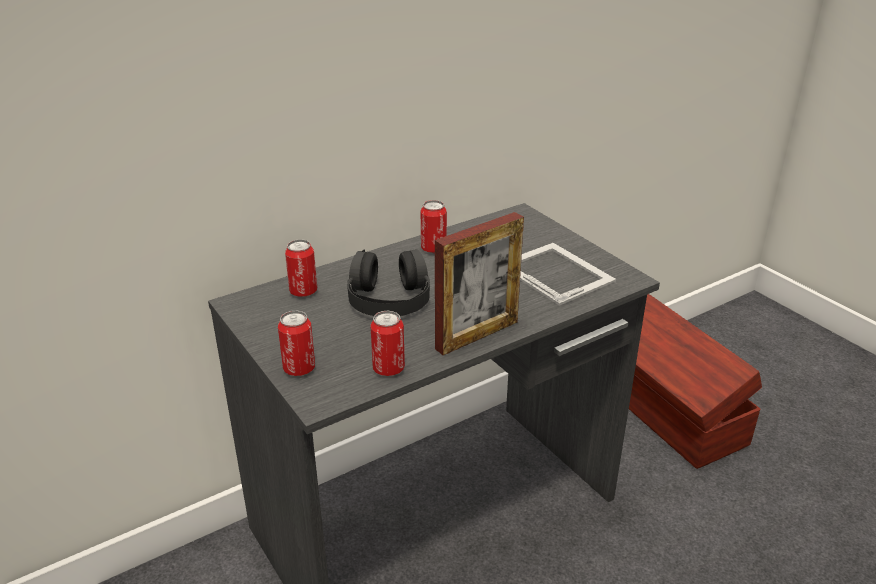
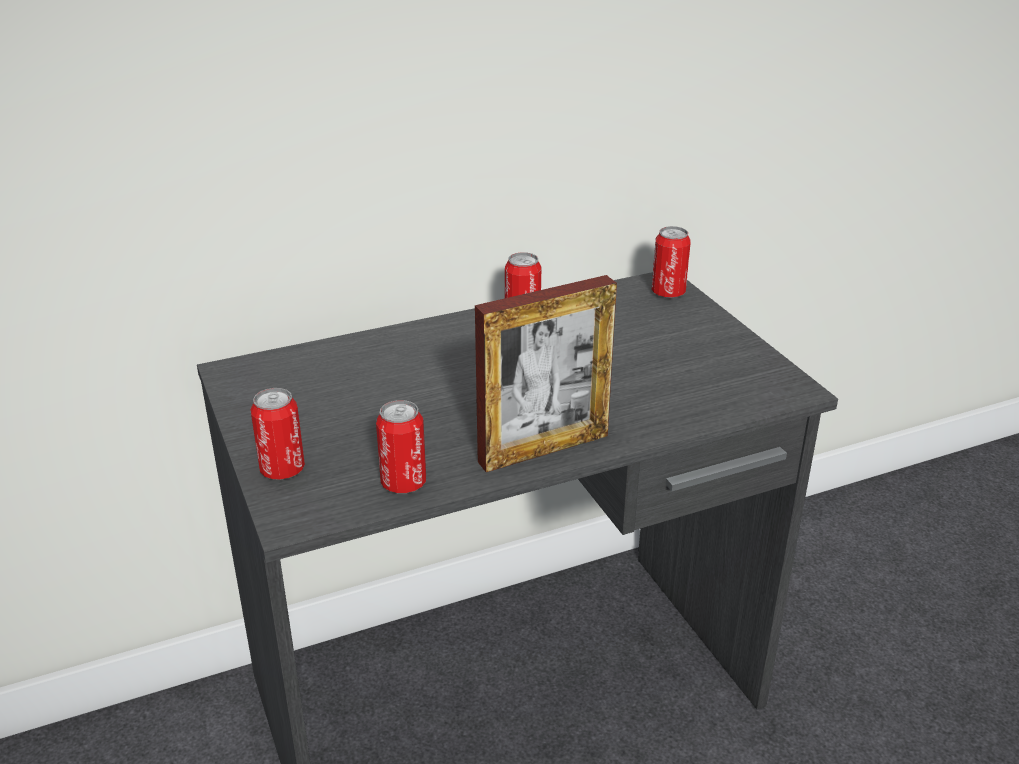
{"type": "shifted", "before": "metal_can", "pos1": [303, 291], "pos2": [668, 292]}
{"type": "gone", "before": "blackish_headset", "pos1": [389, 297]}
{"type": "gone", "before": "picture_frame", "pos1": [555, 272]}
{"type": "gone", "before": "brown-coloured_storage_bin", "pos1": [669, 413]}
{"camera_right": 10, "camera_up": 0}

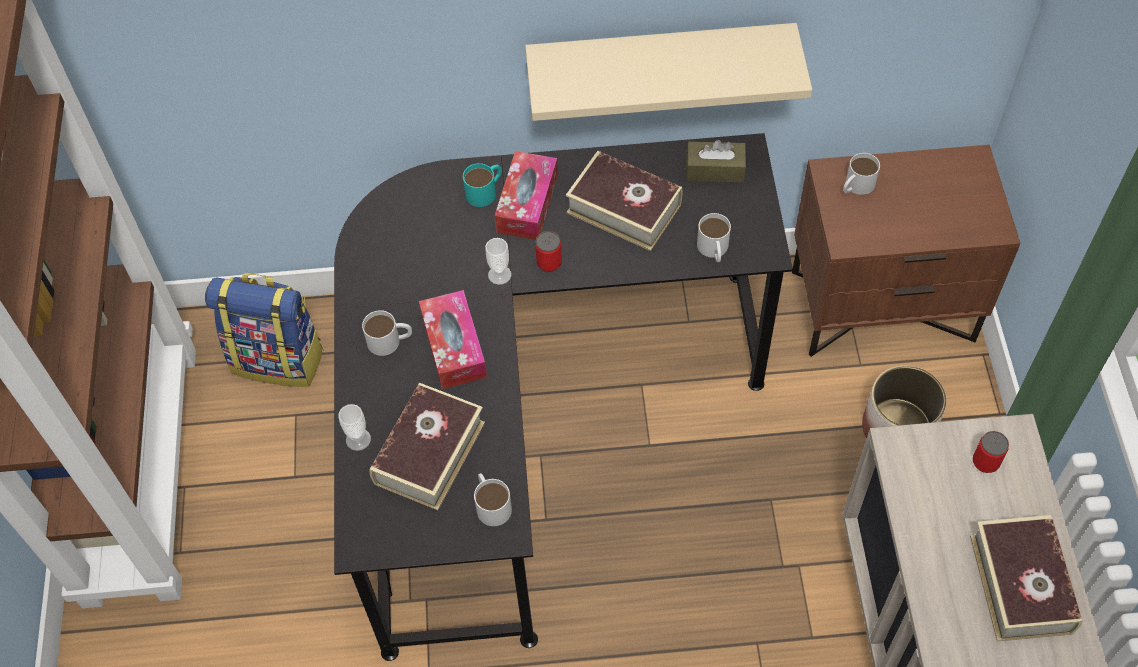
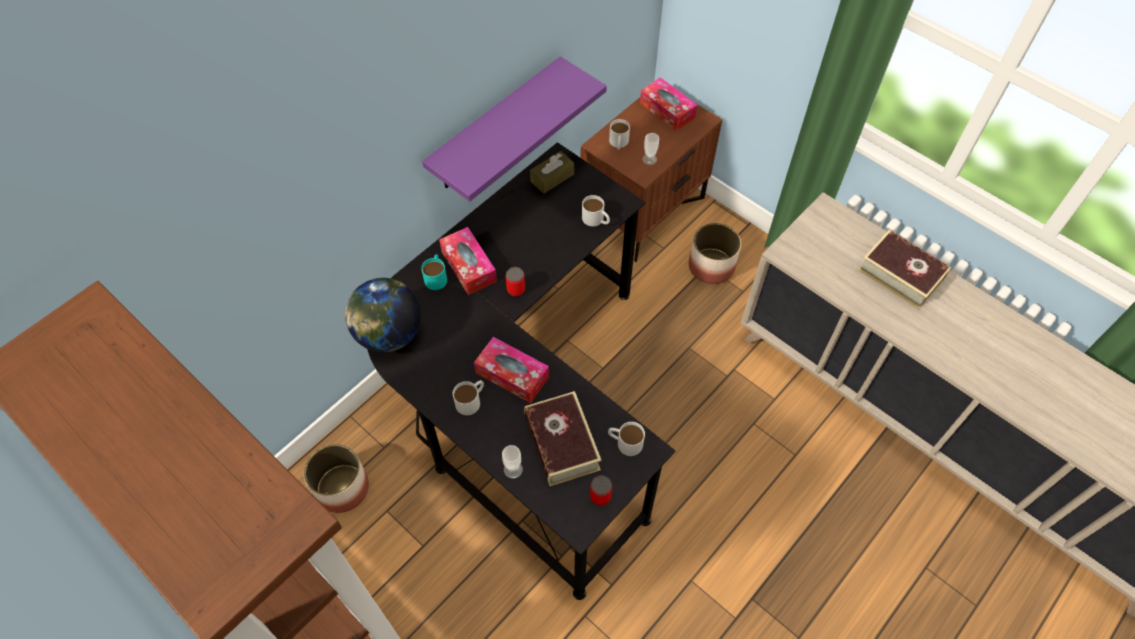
{"type": "swapped", "before": "rucksack", "after": "flower_pot", "pos1": [279, 359], "pos2": [342, 487]}
{"type": "shifted", "before": "cup", "pos1": [499, 275], "pos2": [649, 159]}
{"type": "repainted", "before": "beige_wall_shelf", "after": "purple-coloured_wall_shelf", "pos1": [660, 61], "pos2": [495, 126]}
{"type": "gone", "before": "bound_book", "pos1": [624, 208]}
{"type": "shifted", "before": "metal_can", "pos1": [985, 462], "pos2": [600, 496]}
{"type": "new", "after": "globe", "pos2": [389, 334]}
{"type": "new", "after": "tissue_holder", "pos2": [667, 110]}
{"camera_right": -45, "camera_up": 0}

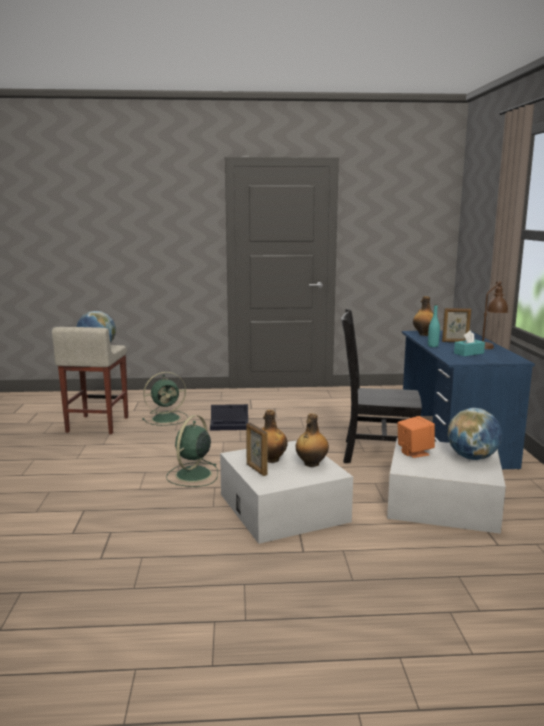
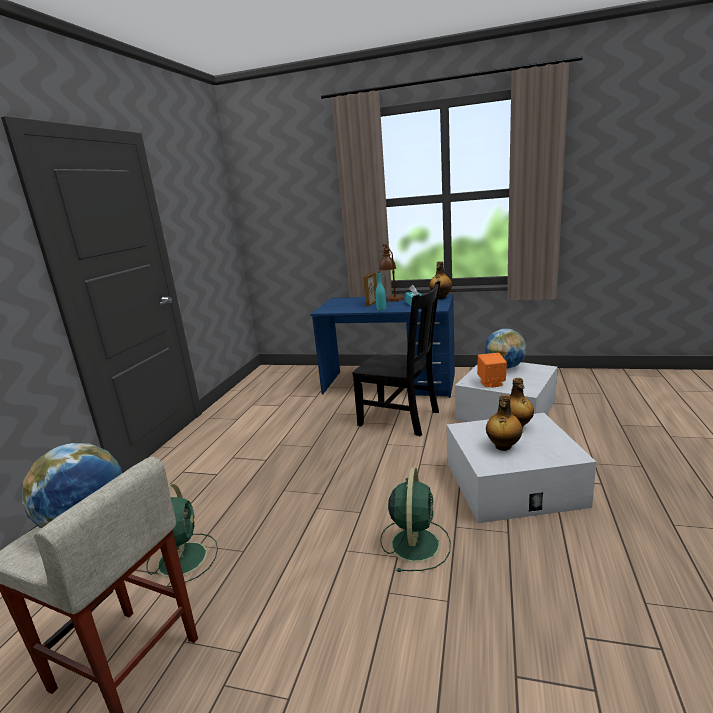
{"type": "rotated", "before": "greenish_electric_fan", "pos1": [192, 475], "pos2": [415, 543], "turn": -120}
{"type": "gone", "before": "blackish_storage_bin", "pos1": [230, 424]}
{"type": "gone", "before": "picture_frame", "pos1": [256, 470]}
{"type": "rotated", "before": "blackish_chair", "pos1": [376, 453], "pos2": [401, 419], "turn": -90}
{"type": "shifted", "before": "bottle", "pos1": [424, 334], "pos2": [440, 297]}
{"camera_right": -70, "camera_up": 5}

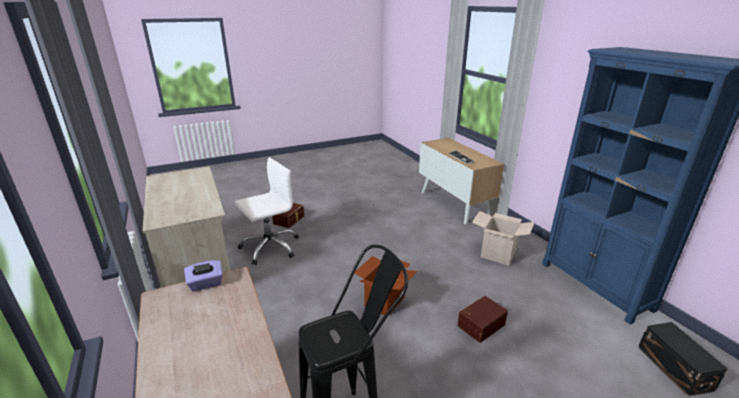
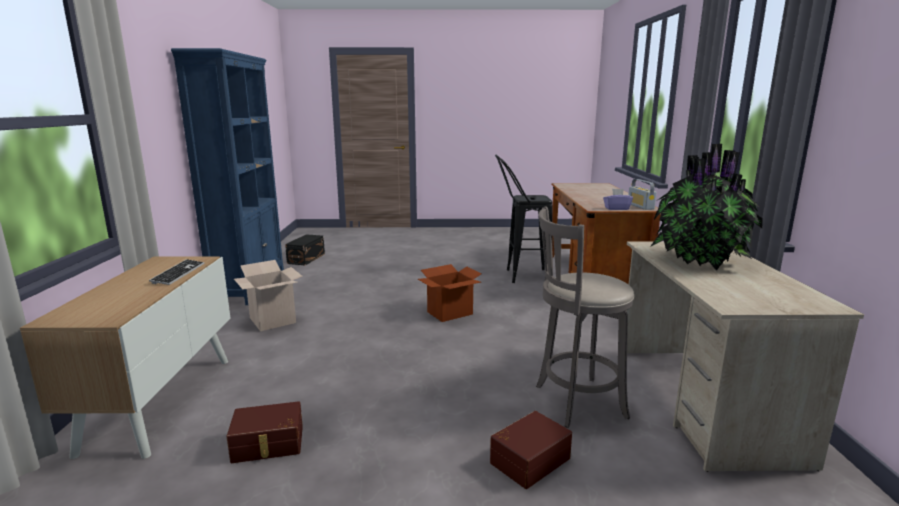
{"type": "swapped", "before": "white-coloured_office_chair", "after": "gray_stool_seat", "pos1": [270, 247], "pos2": [575, 402]}
{"type": "shifted", "before": "brown-coloured_storage_bin", "pos1": [480, 324], "pos2": [268, 444]}
{"type": "new", "after": "radio", "pos2": [640, 206]}
{"type": "new", "after": "plant_in_a_pot", "pos2": [700, 260]}
{"camera_right": -155, "camera_up": -10}

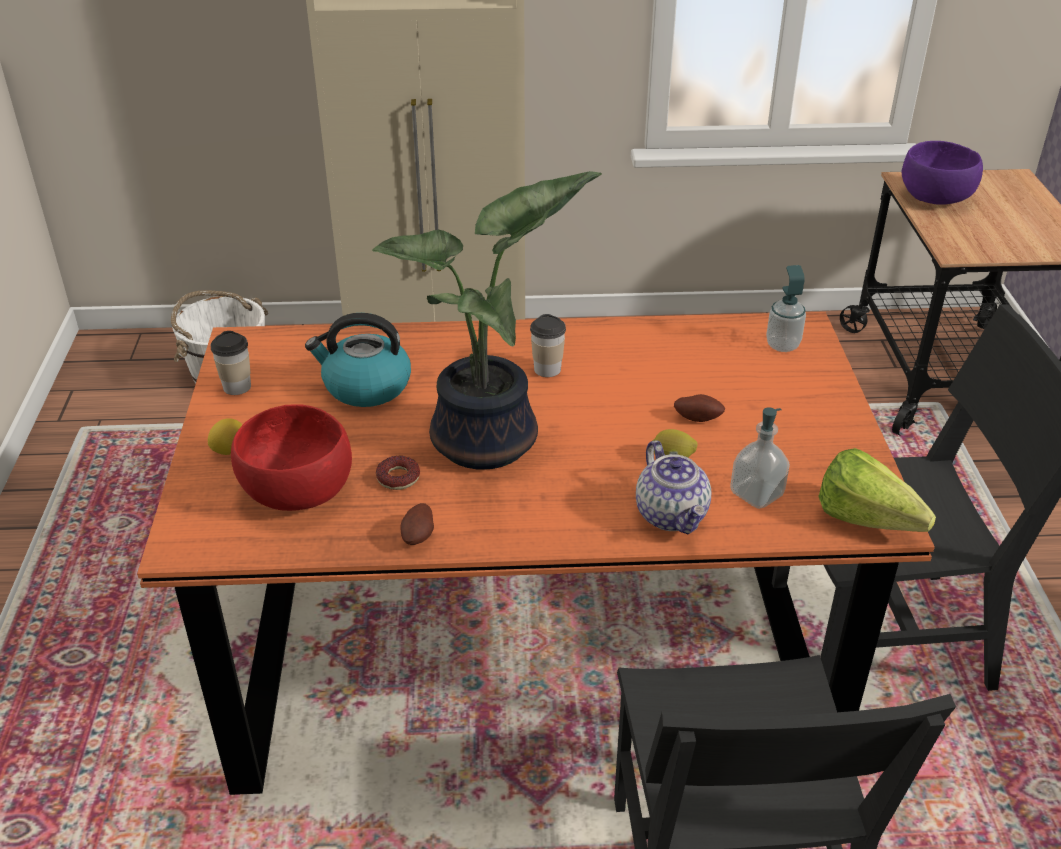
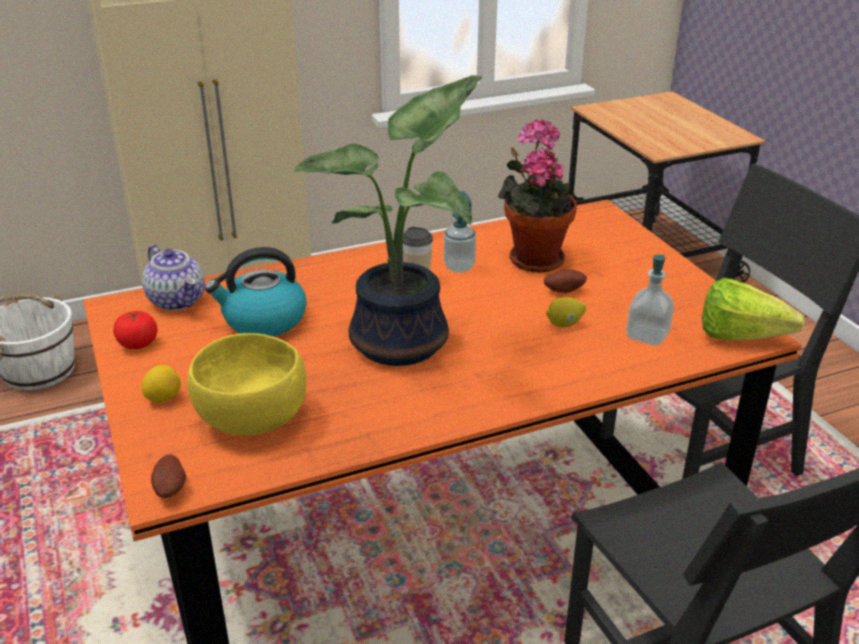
{"type": "swapped", "before": "cup", "after": "tomato", "pos1": [237, 387], "pos2": [138, 344]}
{"type": "repainted", "before": "reddish_bowl", "after": "yellow-coloured_bowl", "pos1": [298, 491], "pos2": [253, 418]}
{"type": "gone", "before": "donut", "pos1": [398, 478]}
{"type": "shifted", "before": "potato", "pos1": [419, 536], "pos2": [171, 488]}
{"type": "shifted", "before": "tea_pot", "pos1": [672, 515], "pos2": [178, 300]}
{"type": "shifted", "before": "soap_dispenser", "pos1": [782, 345], "pos2": [459, 267]}
{"type": "gone", "before": "purple-coloured_bowl", "pos1": [936, 198]}
{"type": "new", "after": "plant_in_a_pot", "pos2": [533, 258]}
{"camera_right": -20, "camera_up": -5}

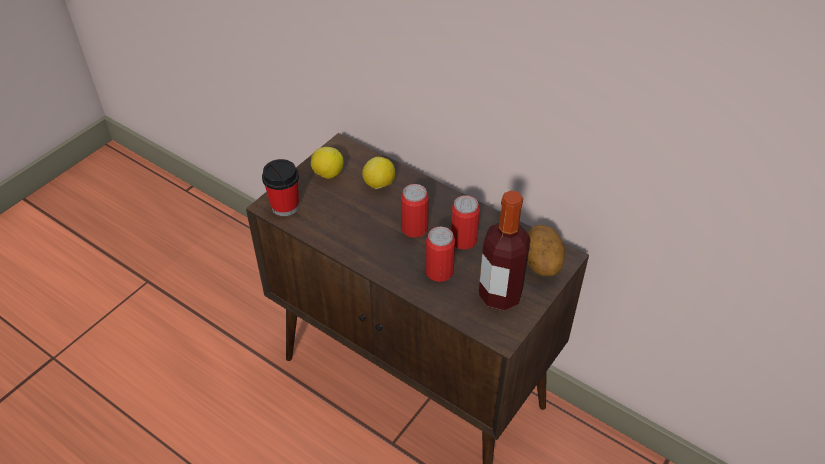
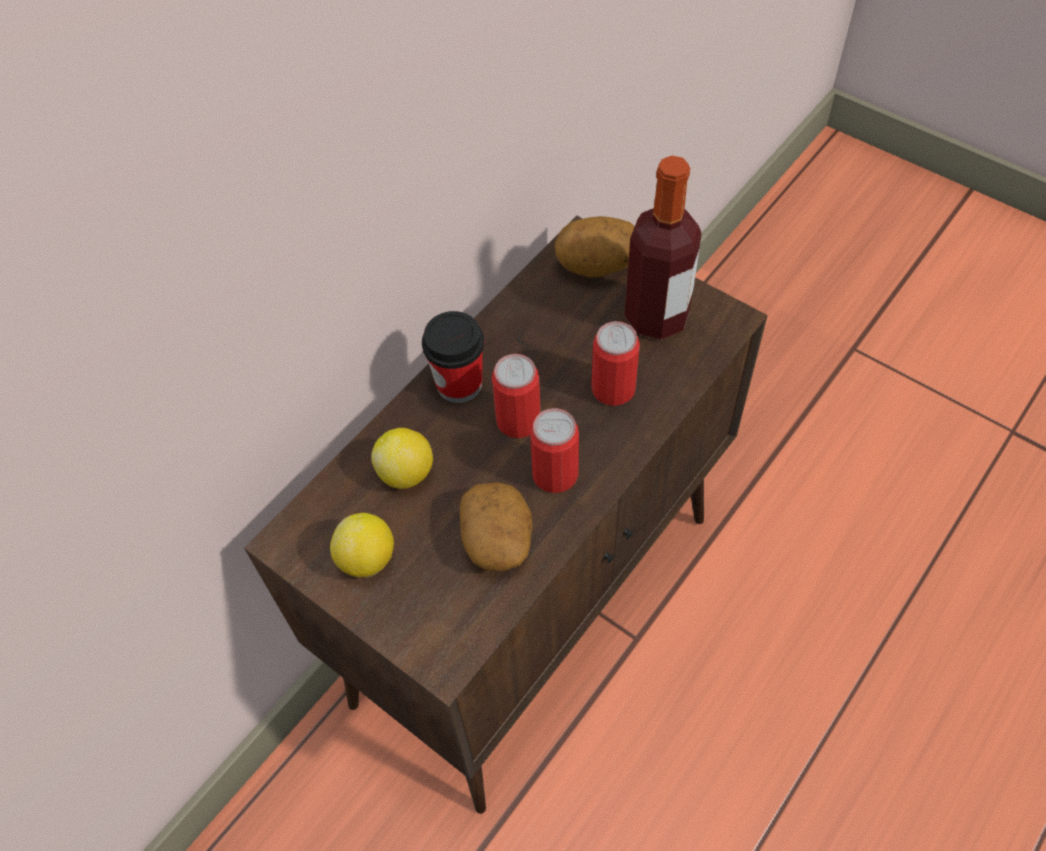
{"type": "shifted", "before": "cup", "pos1": [285, 206], "pos2": [459, 384]}
{"type": "shifted", "before": "metal_can", "pos1": [463, 240], "pos2": [555, 474]}
{"type": "new", "after": "potato", "pos2": [498, 539]}
{"camera_right": -85, "camera_up": 10}

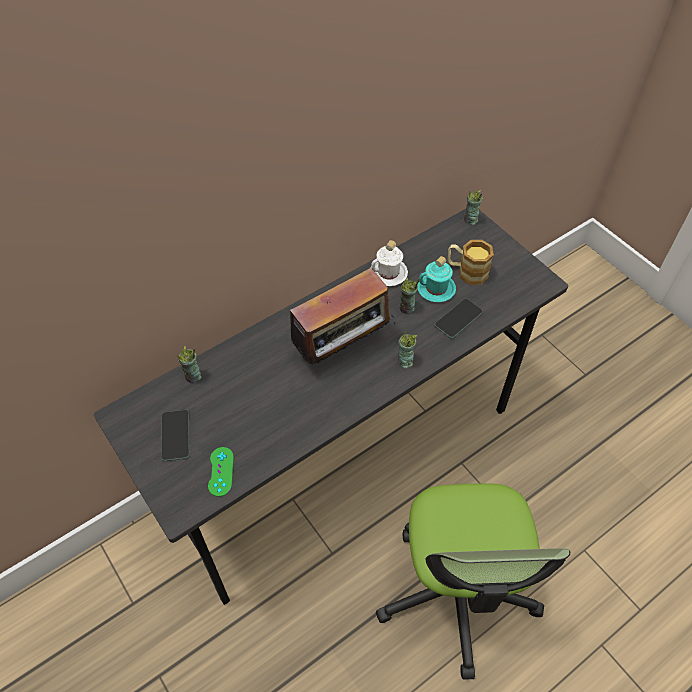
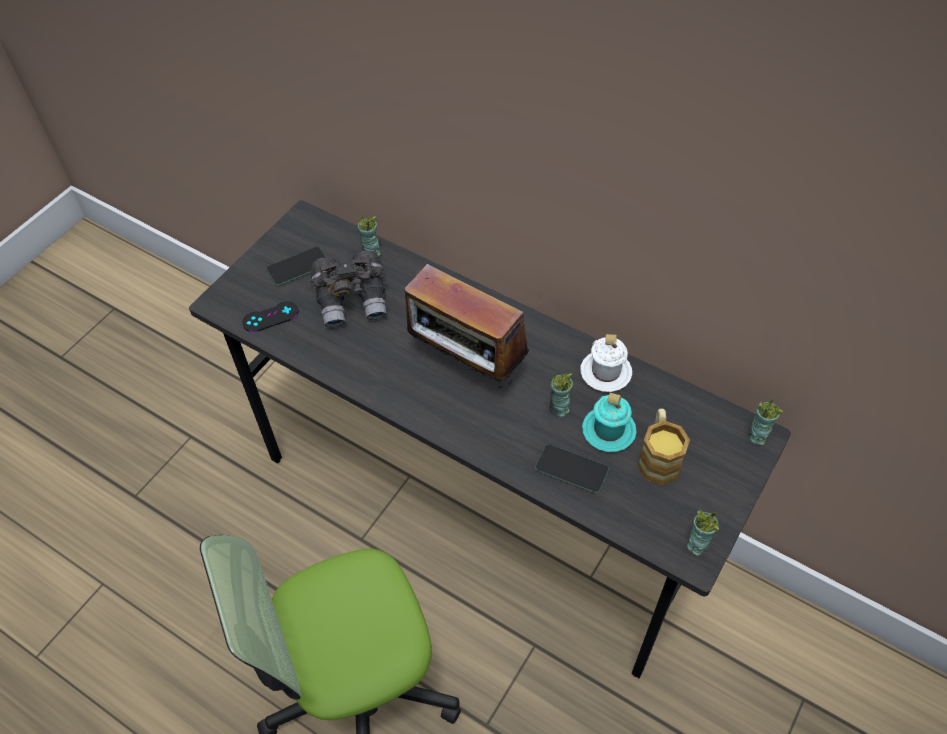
{"type": "repainted", "before": "greenish_joypad", "after": "blackish_joypad", "pos1": [221, 471], "pos2": [270, 317]}
{"type": "shifted", "before": "cup", "pos1": [405, 362], "pos2": [697, 544]}
{"type": "new", "after": "gray_pair_of_binoculars", "pos2": [353, 300]}
{"camera_right": 70, "camera_up": 0}

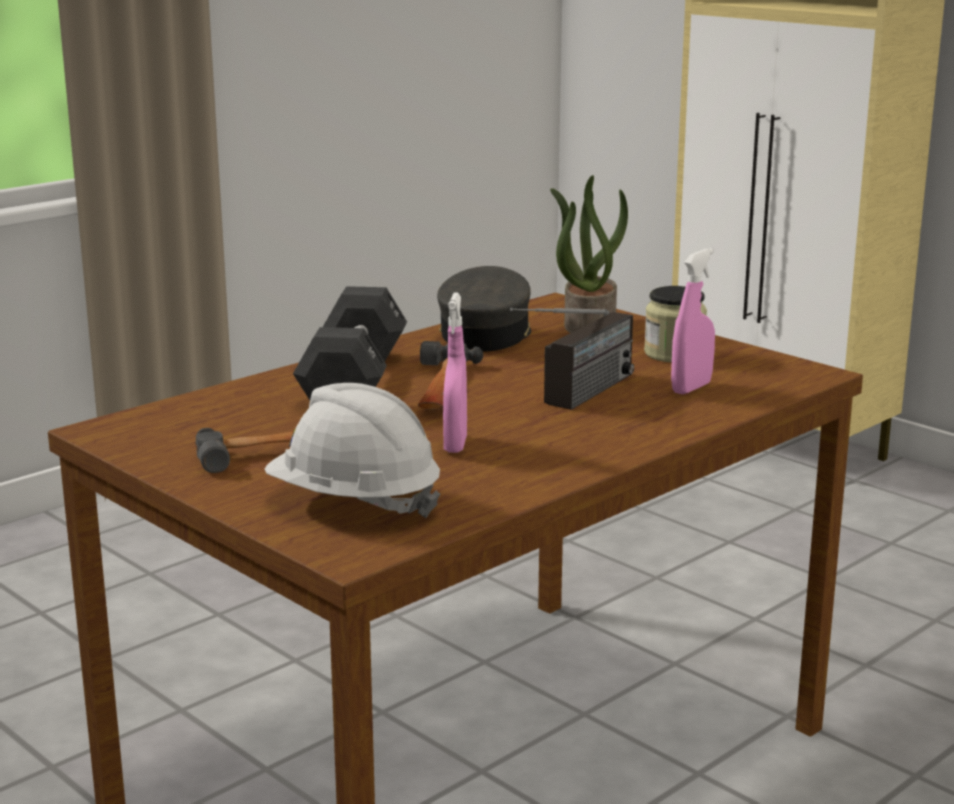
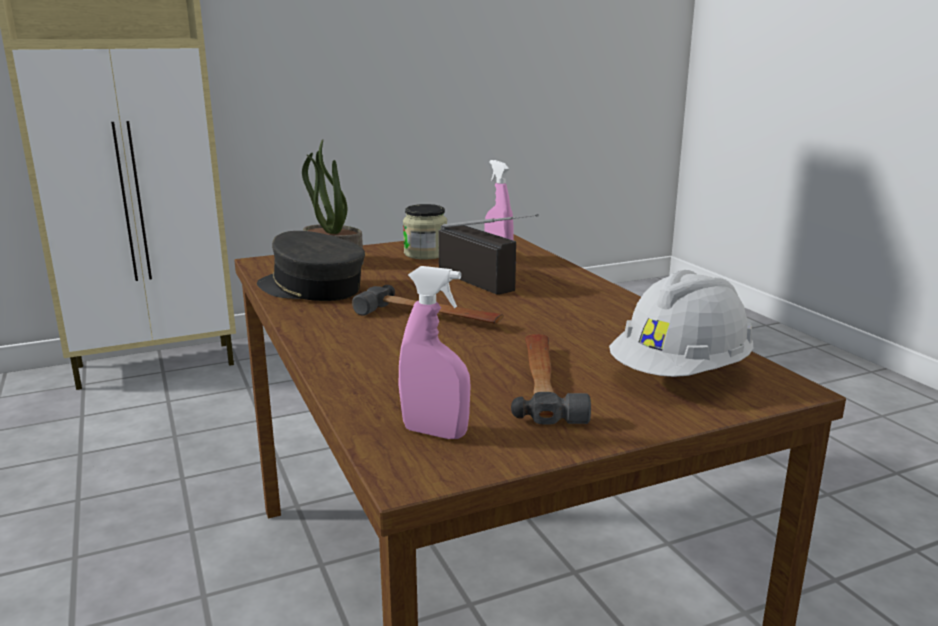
{"type": "gone", "before": "blackish_free_weight", "pos1": [354, 381]}
{"type": "shifted", "before": "pinkish_sprayer", "pos1": [455, 445], "pos2": [434, 432]}
{"camera_right": -70, "camera_up": 0}

